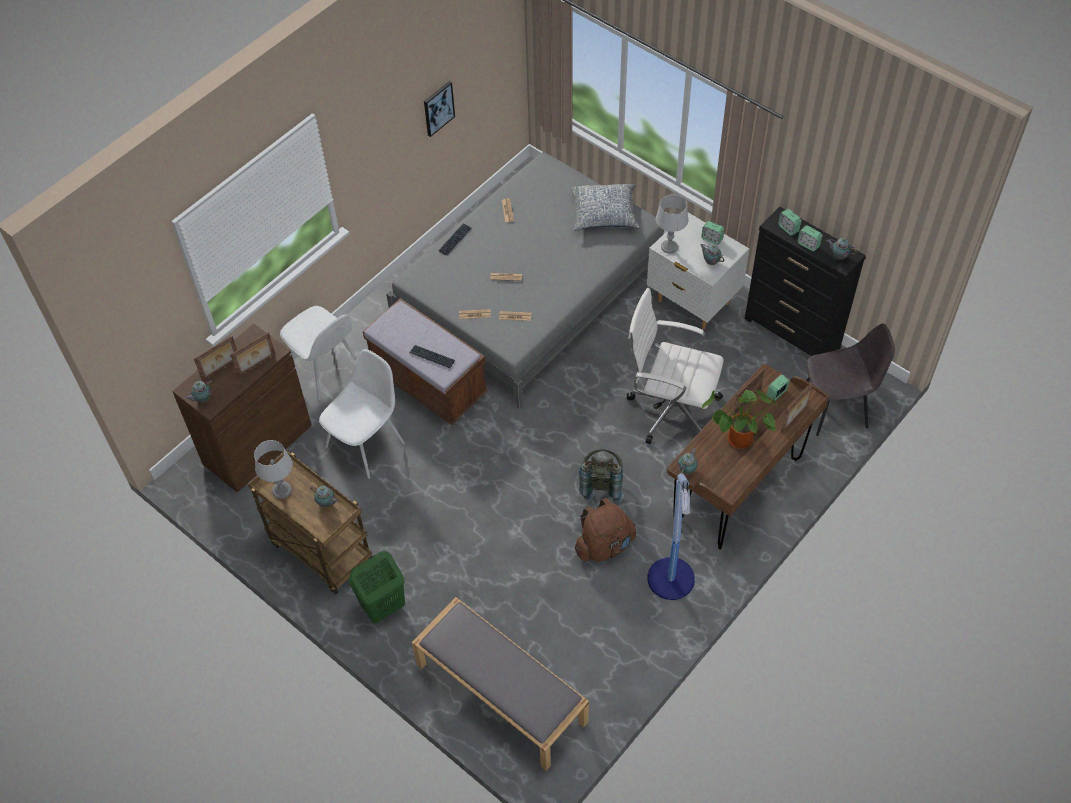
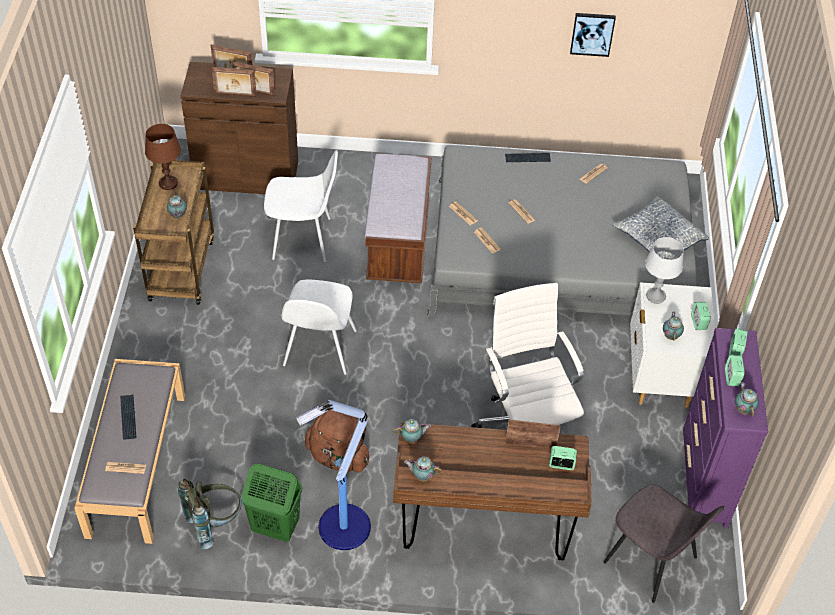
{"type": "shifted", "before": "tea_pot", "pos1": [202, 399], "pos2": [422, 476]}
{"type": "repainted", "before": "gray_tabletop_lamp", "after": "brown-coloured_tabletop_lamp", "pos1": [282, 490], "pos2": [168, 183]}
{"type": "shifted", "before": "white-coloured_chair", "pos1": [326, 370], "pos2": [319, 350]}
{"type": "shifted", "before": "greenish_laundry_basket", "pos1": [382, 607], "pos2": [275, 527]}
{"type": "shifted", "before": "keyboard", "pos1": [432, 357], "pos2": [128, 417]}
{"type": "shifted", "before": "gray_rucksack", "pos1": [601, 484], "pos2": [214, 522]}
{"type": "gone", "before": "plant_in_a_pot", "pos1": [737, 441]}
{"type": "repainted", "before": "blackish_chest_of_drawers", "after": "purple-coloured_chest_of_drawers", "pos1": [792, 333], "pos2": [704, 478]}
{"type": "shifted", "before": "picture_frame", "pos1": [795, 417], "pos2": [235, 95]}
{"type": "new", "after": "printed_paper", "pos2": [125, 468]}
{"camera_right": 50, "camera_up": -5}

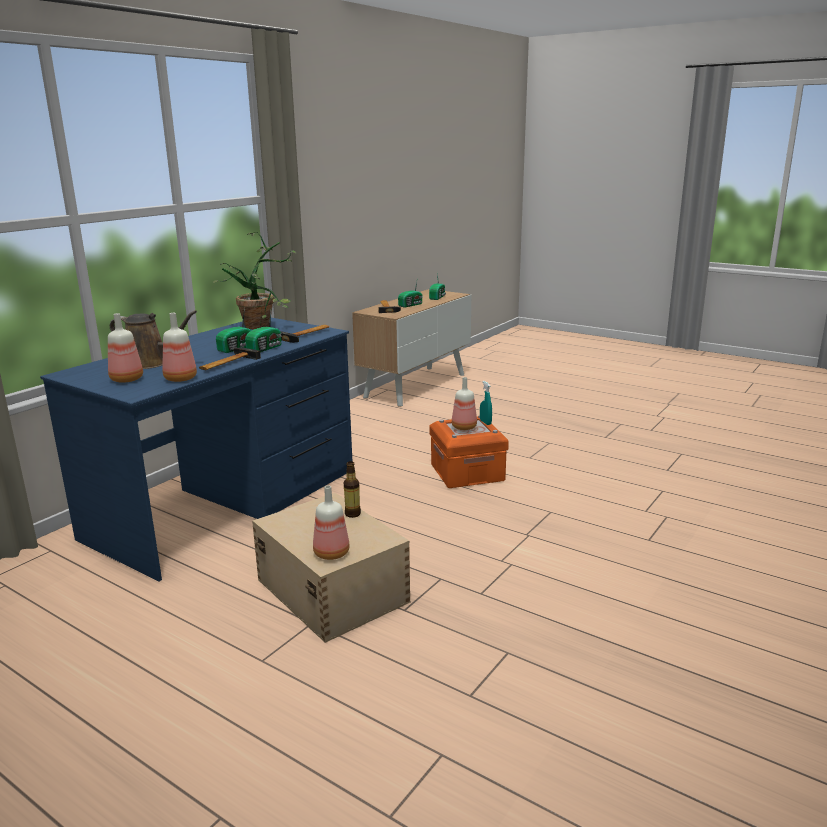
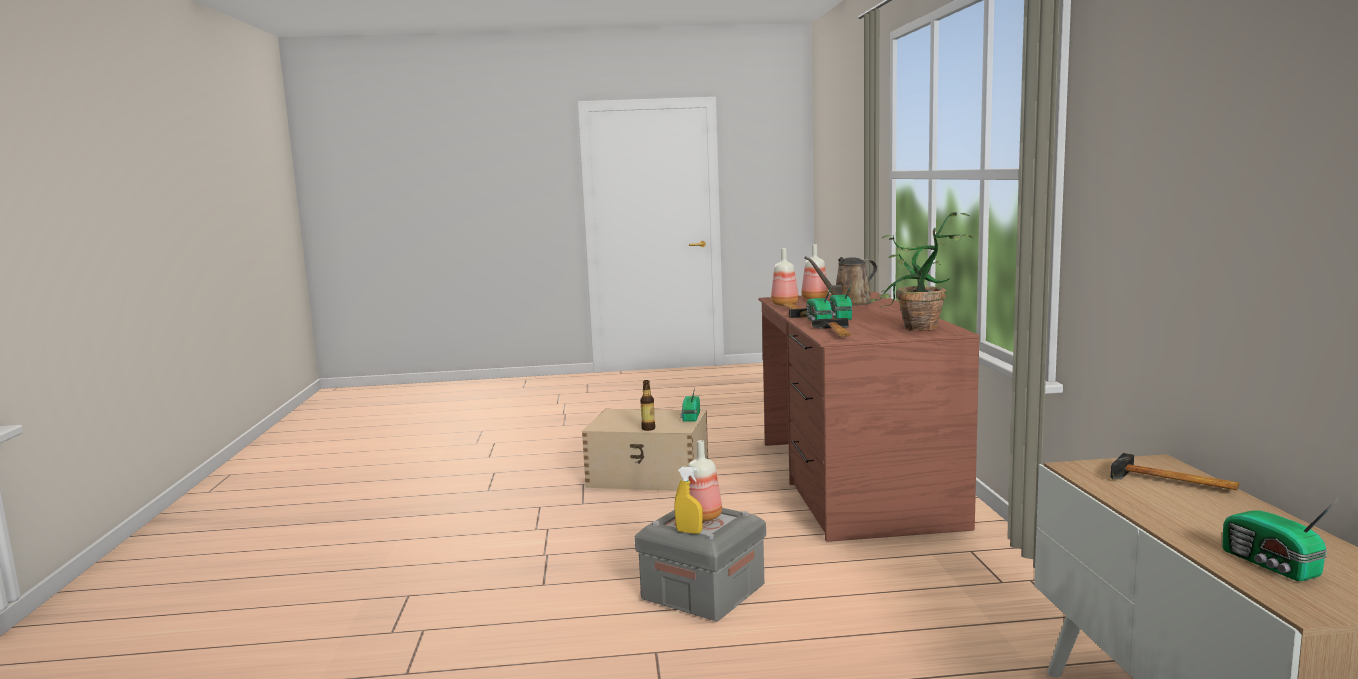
{"type": "repainted", "before": "blue-coloured_desk_unit", "after": "brown-coloured_desk_unit", "pos1": [227, 503], "pos2": [853, 481]}
{"type": "gone", "before": "bottle", "pos1": [330, 553]}
{"type": "shifted", "before": "radio", "pos1": [411, 305], "pos2": [690, 417]}
{"type": "repainted", "before": "orange-coloured_storage_bin", "after": "gray_storage_bin", "pos1": [467, 473], "pos2": [703, 592]}
{"type": "repainted", "before": "turquoise-coloured_sprayer", "after": "yellow-coloured_sprayer", "pos1": [485, 422], "pos2": [689, 532]}
{"camera_right": 140, "camera_up": -10}

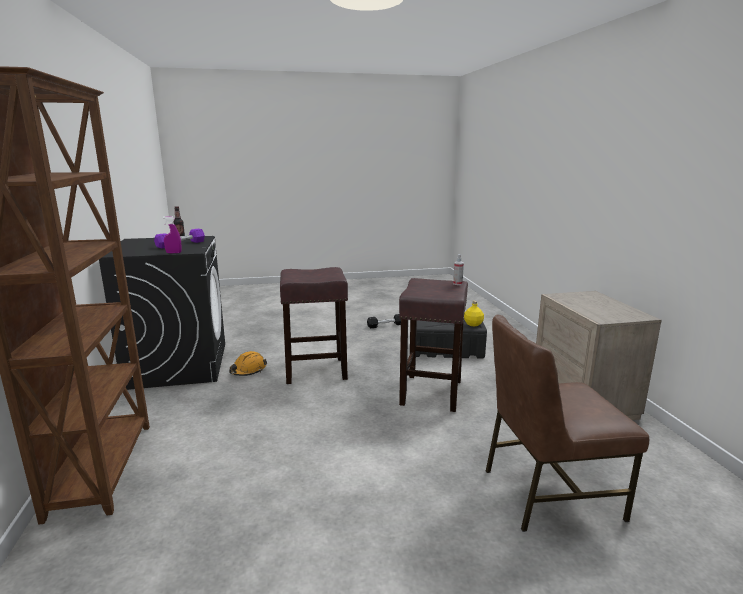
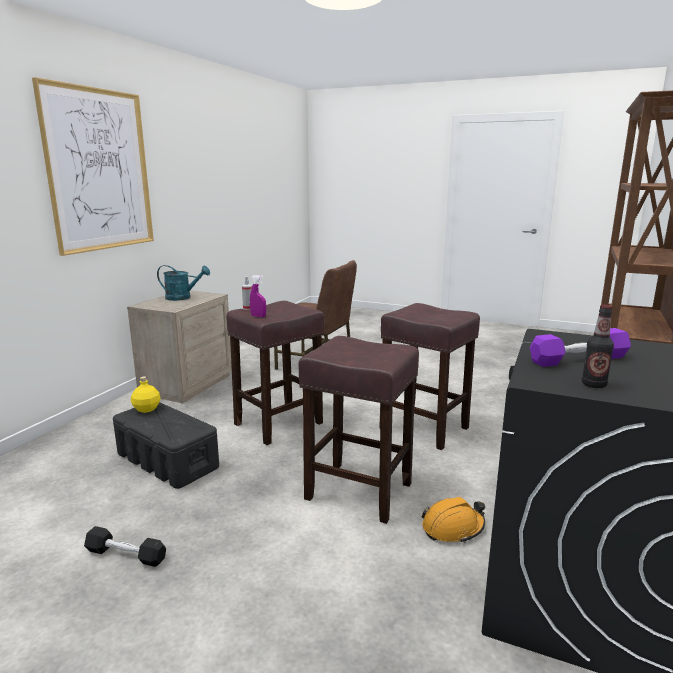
{"type": "shifted", "before": "purple-coloured_sprayer", "pos1": [173, 253], "pos2": [258, 316]}
{"type": "new", "after": "wall_art", "pos2": [99, 170]}
{"type": "new", "after": "turquoise-coloured_sprinkling_can", "pos2": [183, 298]}
{"type": "new", "after": "brown-coloured_stool_seat", "pos2": [425, 428]}
{"camera_right": -145, "camera_up": 0}

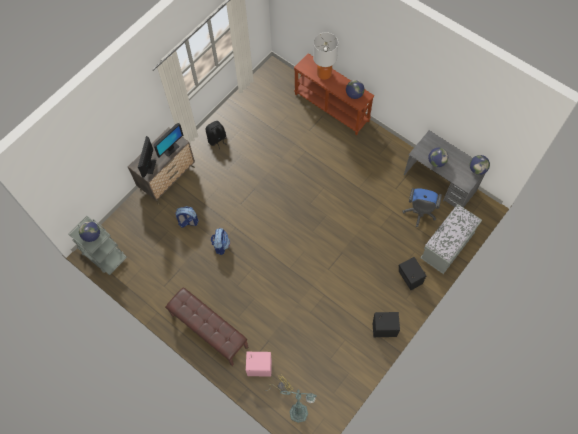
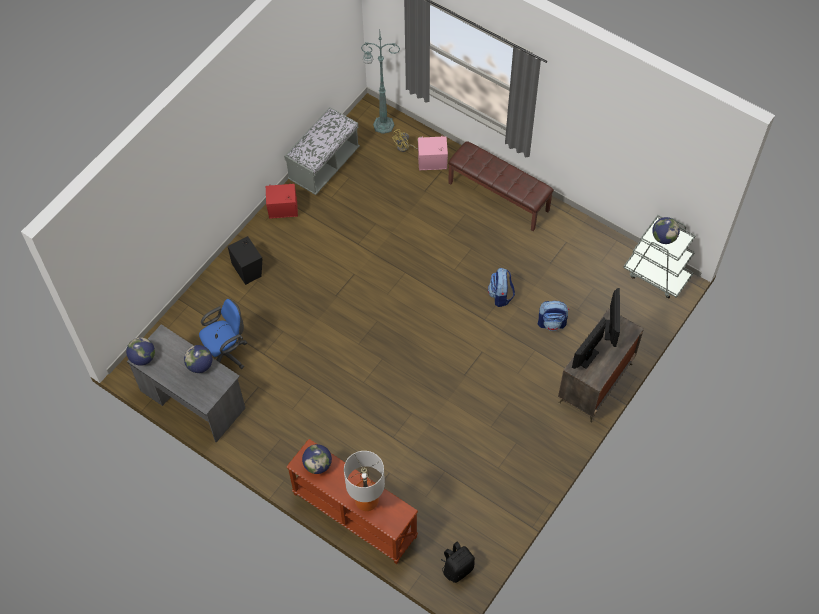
{"type": "shifted", "before": "blackish_rucksack", "pos1": [217, 140], "pos2": [457, 568]}
{"type": "repainted", "before": "blackish_speaker", "after": "reddish_speaker", "pos1": [383, 328], "pos2": [284, 211]}
{"type": "rotated", "before": "blue-coloured_office_chair", "pos1": [419, 213], "pos2": [227, 354], "turn": 45}
{"type": "shifted", "before": "gray_bench", "pos1": [447, 246], "pos2": [324, 165]}
{"camera_right": 175, "camera_up": -5}

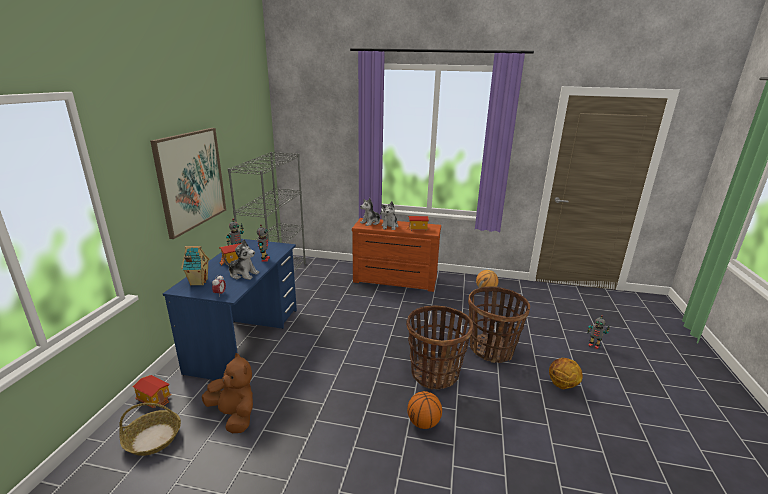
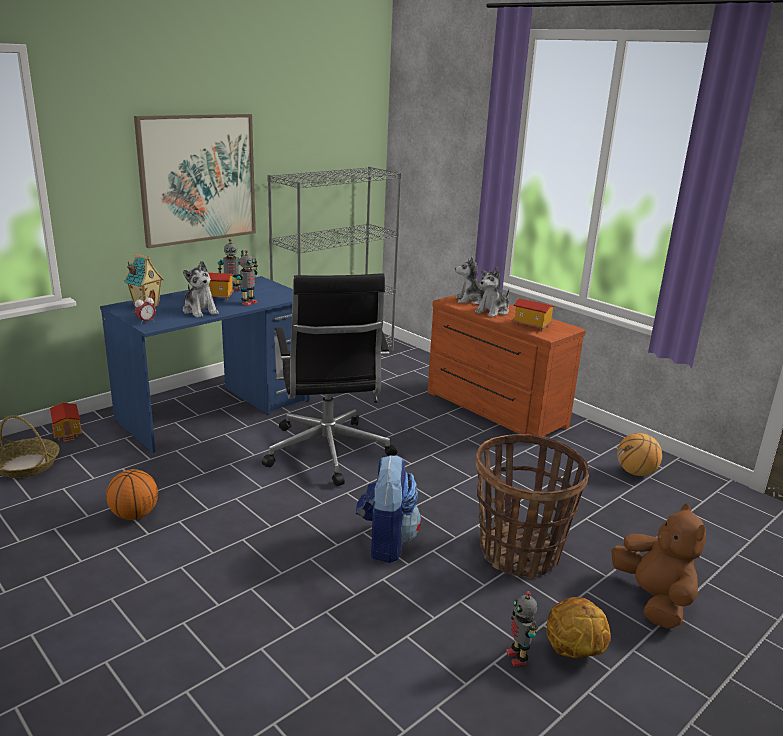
{"type": "shifted", "before": "brown-coloured_cuddly_toy", "pos1": [234, 415], "pos2": [653, 600]}
{"type": "swapped", "before": "storage_basket", "after": "rucksack", "pos1": [435, 374], "pos2": [386, 542]}
{"type": "shifted", "before": "basketball_ball", "pos1": [423, 423], "pos2": [134, 515]}
{"type": "shifted", "before": "robot_figure", "pos1": [593, 345], "pos2": [518, 657]}
{"type": "new", "after": "blackish_office_chair", "pos2": [328, 453]}
{"camera_right": 35, "camera_up": 0}

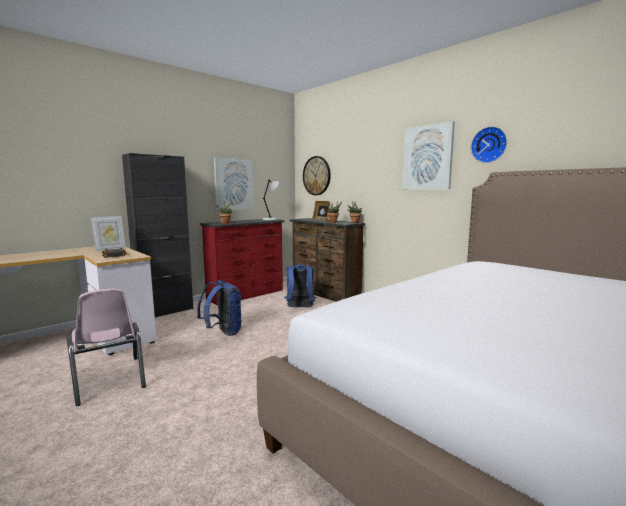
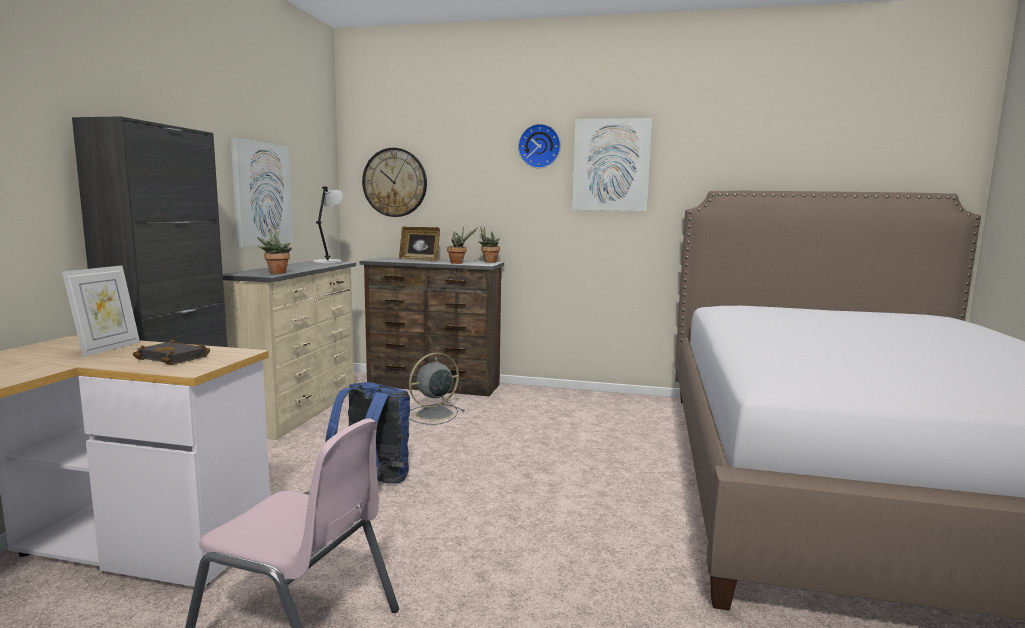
{"type": "repainted", "before": "reddish_chest_of_drawers", "after": "beige_chest_of_drawers", "pos1": [247, 295], "pos2": [301, 411]}
{"type": "swapped", "before": "blue-coloured_rucksack", "after": "gray_electric_fan", "pos1": [300, 308], "pos2": [433, 414]}
{"type": "shifted", "before": "clock_on_the_wall", "pos1": [489, 145], "pos2": [539, 146]}
{"camera_right": -35, "camera_up": 0}

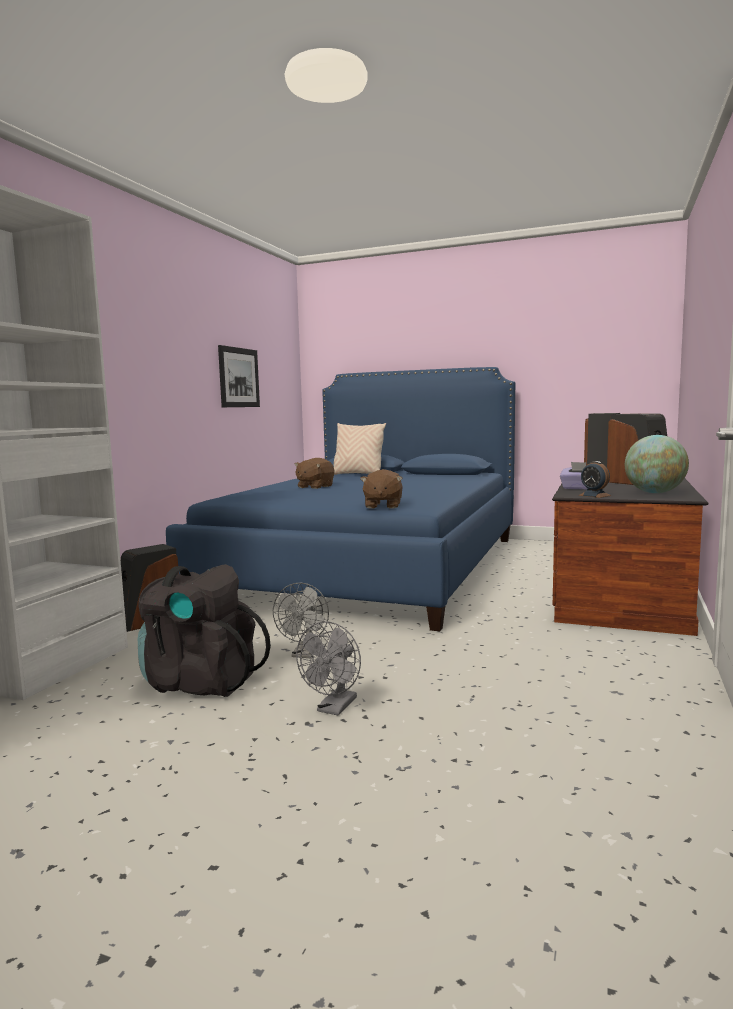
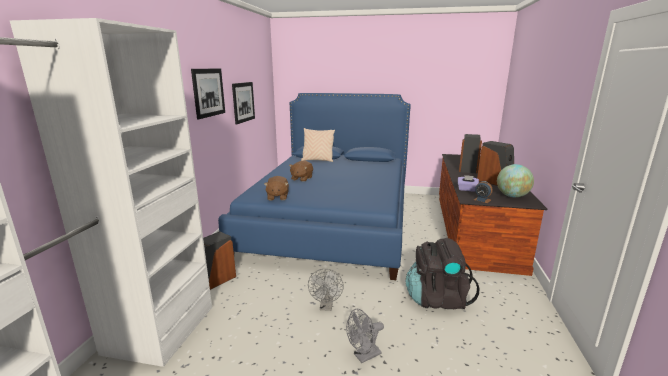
{"type": "shifted", "before": "blackish_rucksack", "pos1": [200, 682], "pos2": [437, 299]}
{"type": "rotated", "before": "gray_electric_fan", "pos1": [334, 708], "pos2": [364, 356], "turn": 45}
{"type": "shifted", "before": "brown-coloured_cuddly_toy", "pos1": [382, 506], "pos2": [277, 197]}
{"type": "new", "after": "wall_art", "pos2": [208, 92]}
{"camera_right": -10, "camera_up": 10}

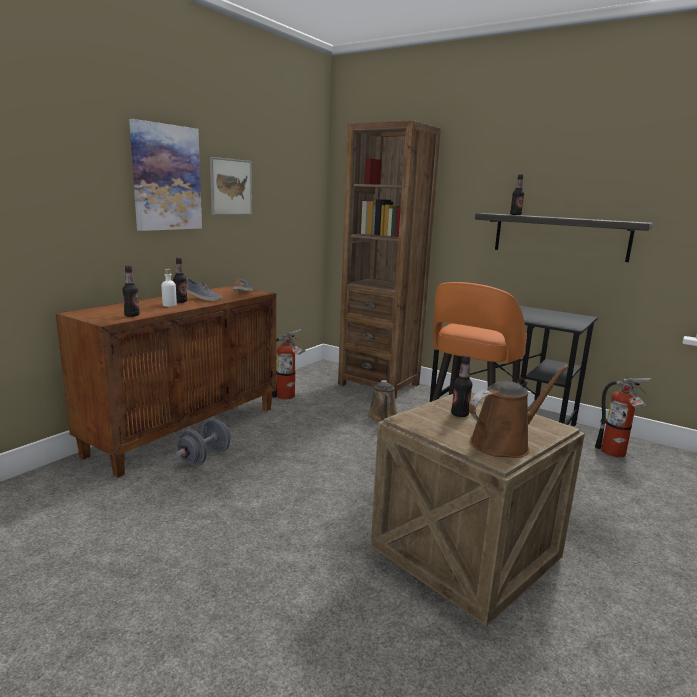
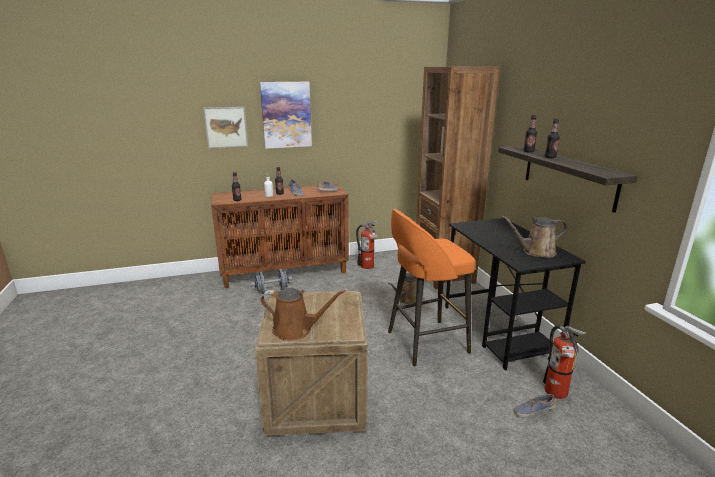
{"type": "shifted", "before": "wall_art", "pos1": [231, 187], "pos2": [226, 127]}
{"type": "shifted", "before": "bottle", "pos1": [459, 414], "pos2": [550, 157]}
{"type": "new", "after": "brown-coloured_sprinkling_can", "pos2": [536, 252]}
{"type": "new", "after": "item_of_footwear", "pos2": [533, 411]}
{"camera_right": 40, "camera_up": 5}

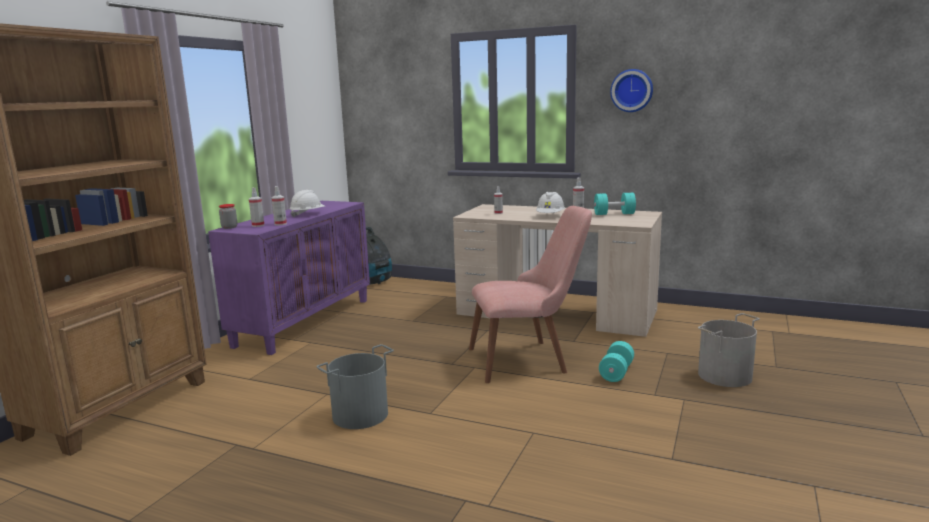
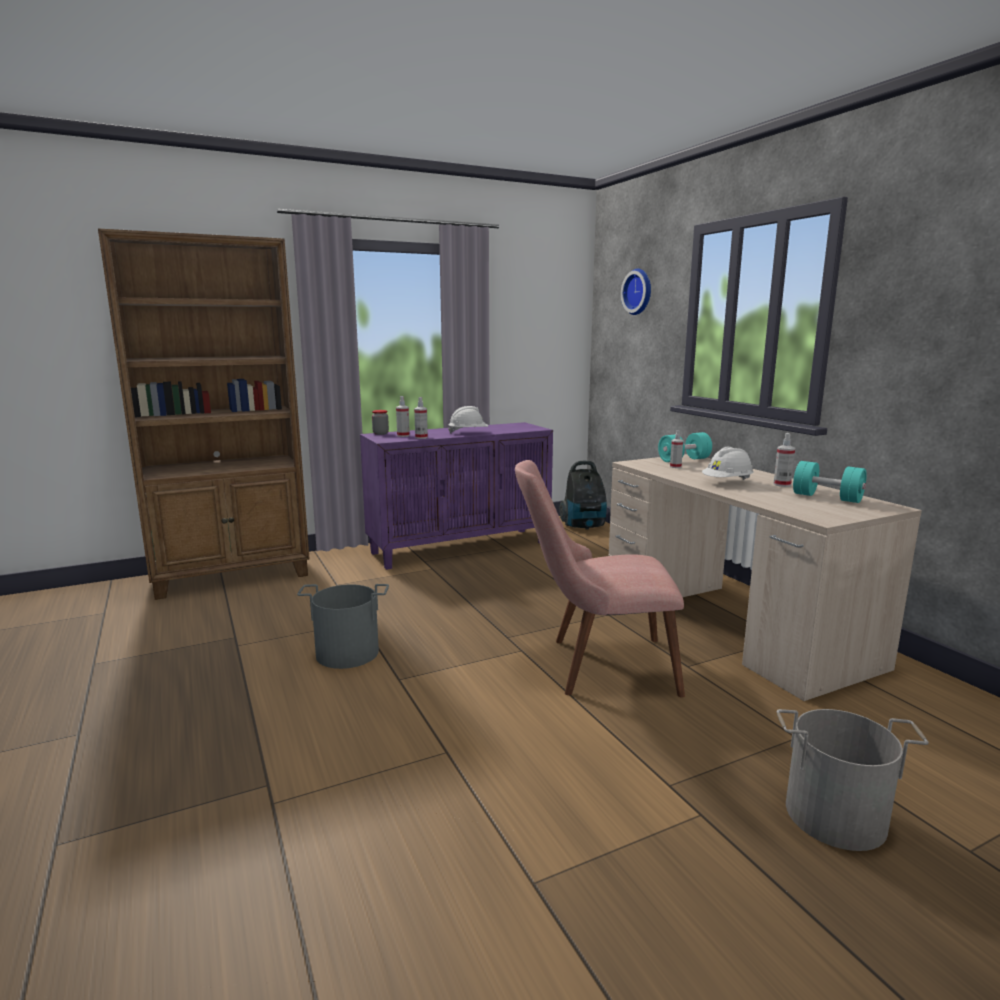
{"type": "rotated", "before": "pinkish_chair", "pos1": [529, 359], "pos2": [595, 666], "turn": 150}
{"type": "shifted", "before": "turquoise-coloured_free_weight", "pos1": [616, 372], "pos2": [684, 460]}
{"type": "shifted", "before": "clock_on_the_wall", "pos1": [632, 90], "pos2": [639, 292]}
{"camera_right": 40, "camera_up": 0}

